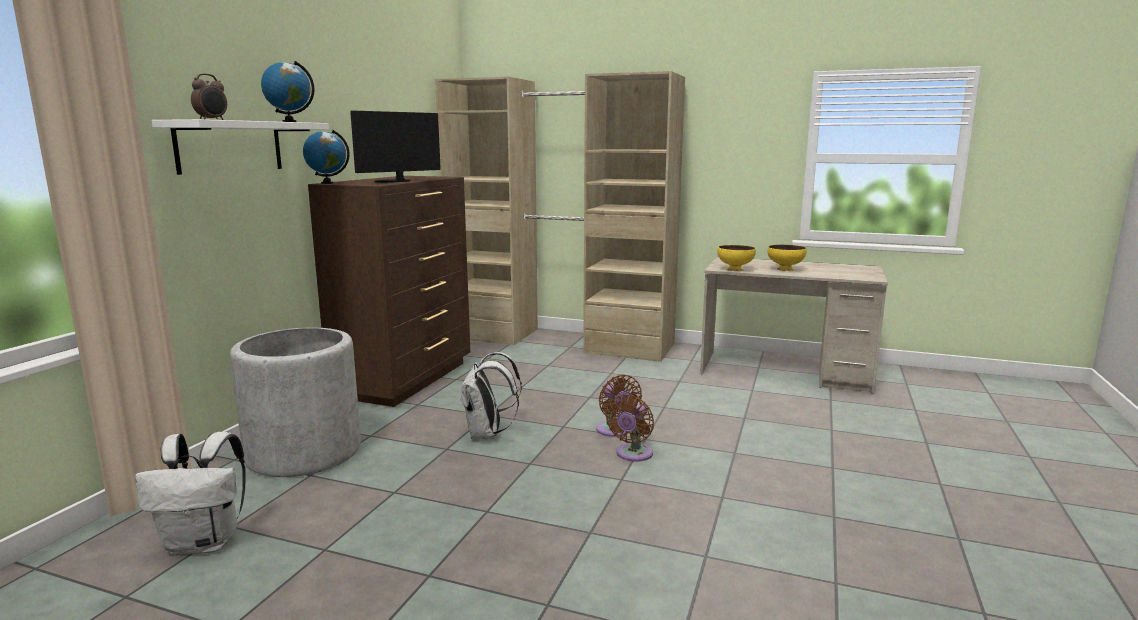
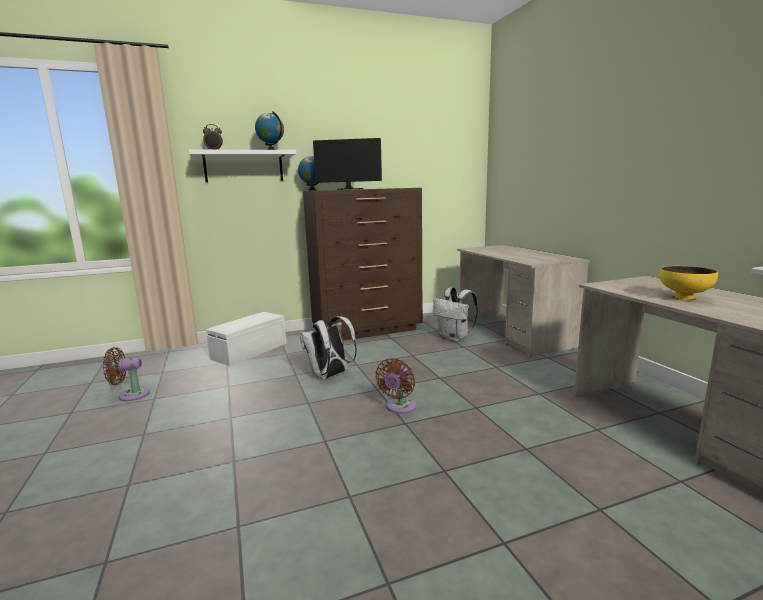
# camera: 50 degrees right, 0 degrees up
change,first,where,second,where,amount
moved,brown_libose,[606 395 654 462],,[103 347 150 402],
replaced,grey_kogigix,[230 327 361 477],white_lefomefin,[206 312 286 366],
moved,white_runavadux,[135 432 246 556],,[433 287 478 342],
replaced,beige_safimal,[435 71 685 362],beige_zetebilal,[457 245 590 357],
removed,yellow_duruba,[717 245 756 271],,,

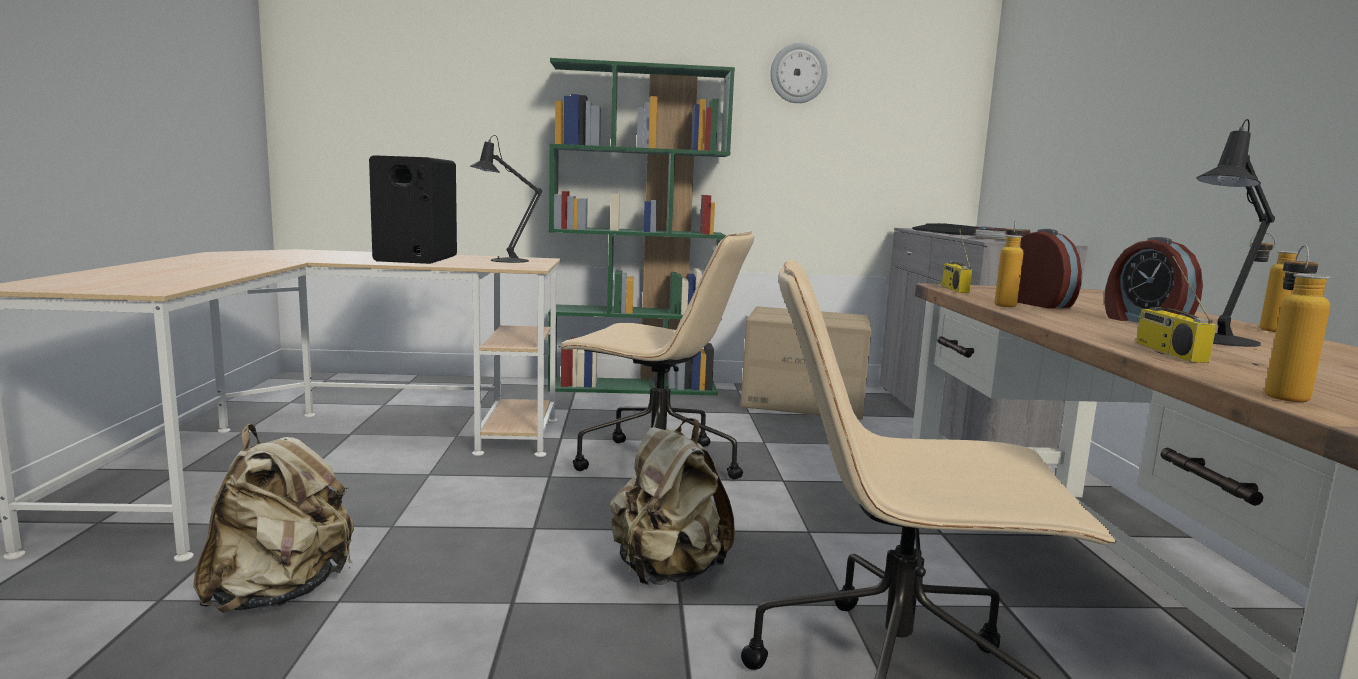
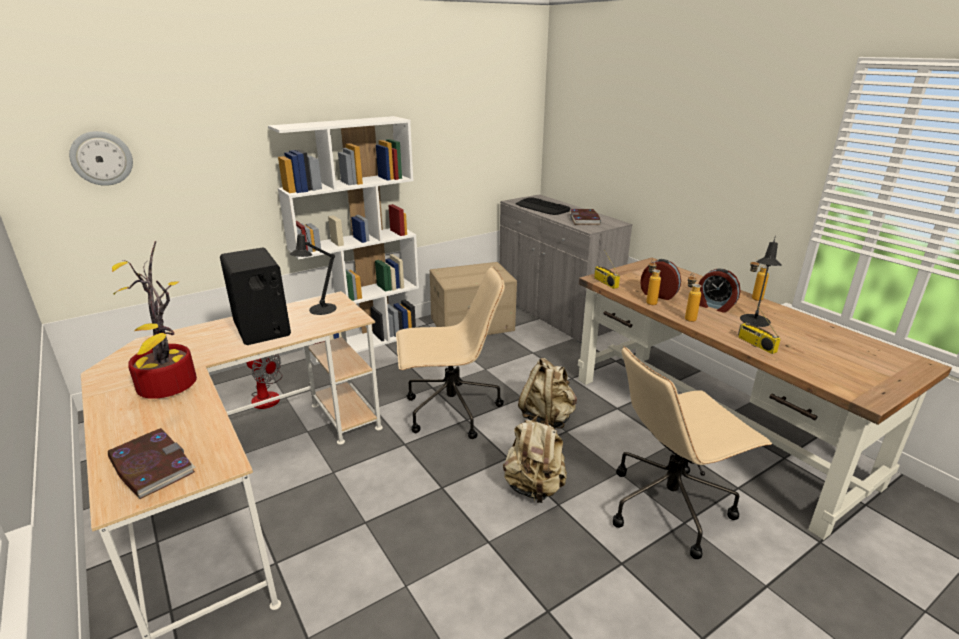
# camera: 30 degrees left, 15 degrees up
change,first,where,second,where,amount
moved,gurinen,[770 43 827 103],,[69 131 133 186],
added,,,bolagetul,[108 428 196 499],
added,,,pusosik,[112 241 197 399],
added,,,libose,[246 354 282 409],
recoloured,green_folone,[548 58 735 396],white_folone,[268 116 419 365],
moved,beige_runavadux,[193 424 354 613],,[518 358 577 429],
moved,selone,[1265 245 1330 402],,[685 273 701 322],

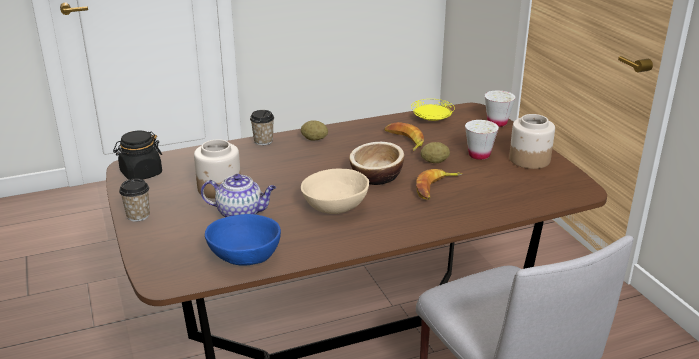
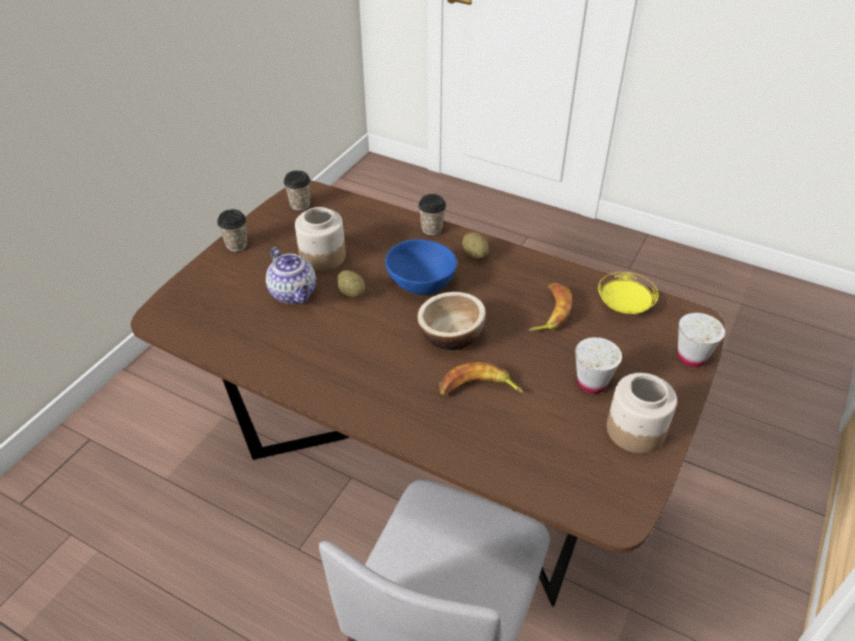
# camera: 50 degrees right, 15 degrees up
change,first,where,second,where,amount
replaced,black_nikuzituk,[113 131 162 180],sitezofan,[284 170 310 210],
moved,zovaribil,[420 142 450 163],,[337 270 365 298],
moved,blue_duruba,[205 214 281 266],,[385 239 457 295],
removed,beige_duruba,[301 168 369 214],,,

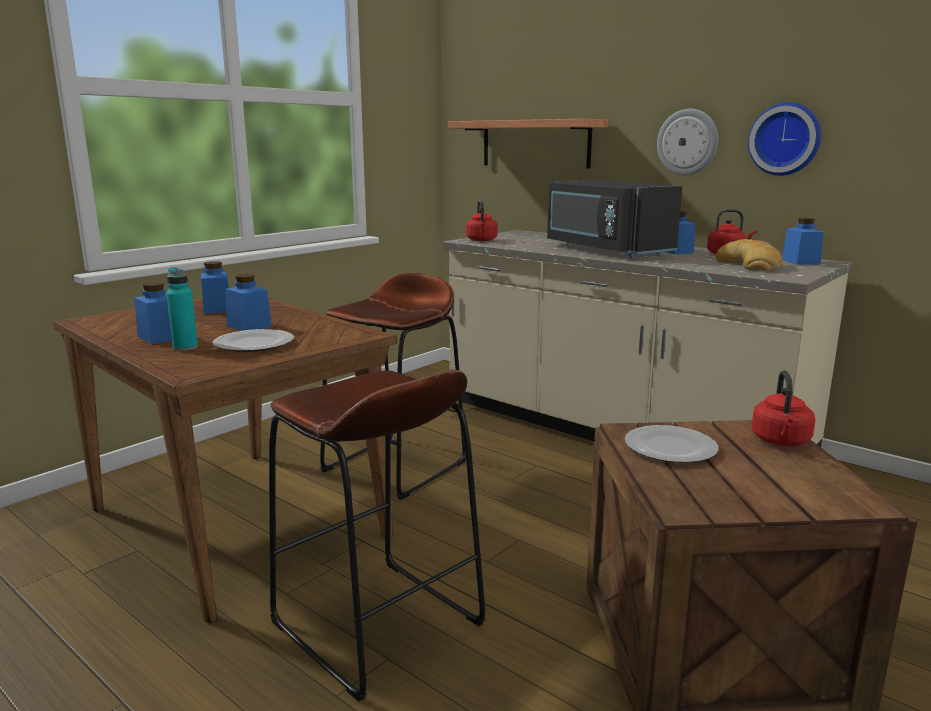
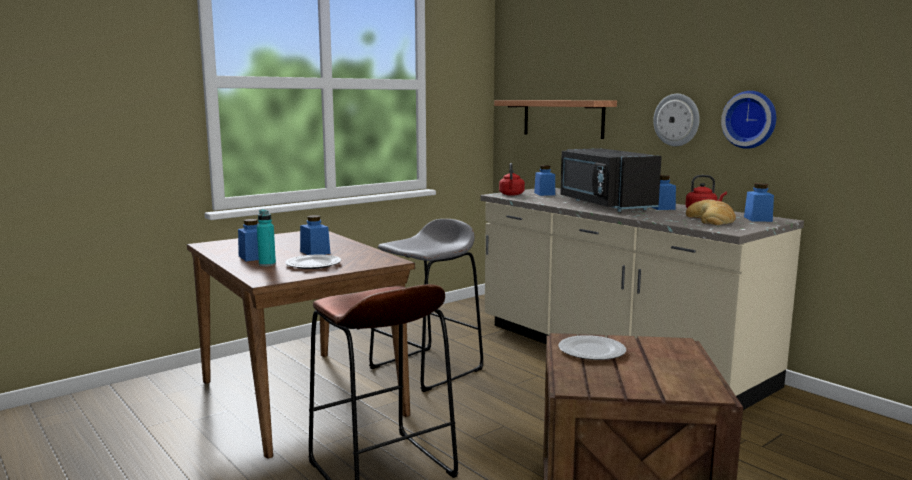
# camera: 10 degrees right, 5 degrees down
change,first,where,second,where,amount
recoloured,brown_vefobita,[320 273 466 500],grey_vefobita,[369 219 483 392],
moved,blue_nikuzituk,[201 261 229 314],,[534 165 555 196],
removed,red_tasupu,[752 370 815 446],,,

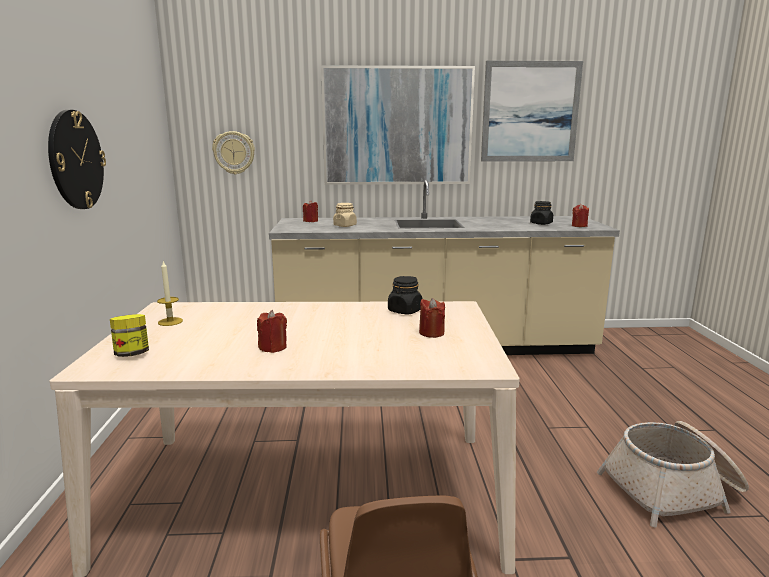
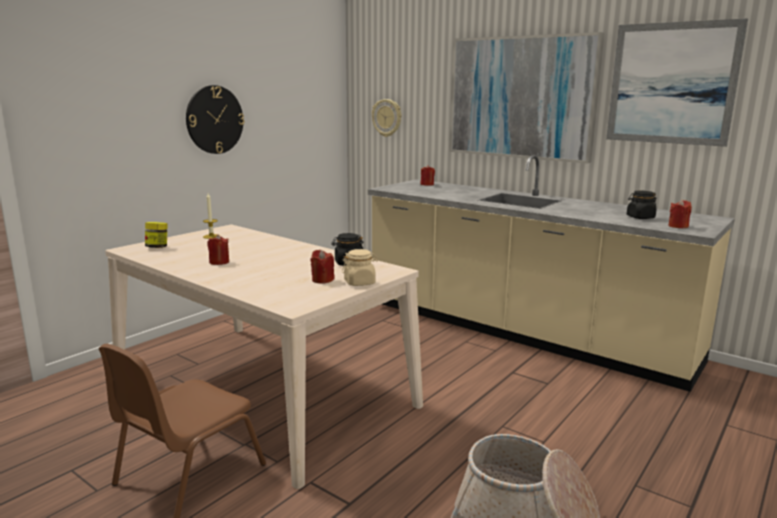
# camera: 40 degrees right, 0 degrees up
change,first,where,second,where,amount
moved,beige_nikuzituk,[333 203 357 227],,[342 249 378 286],

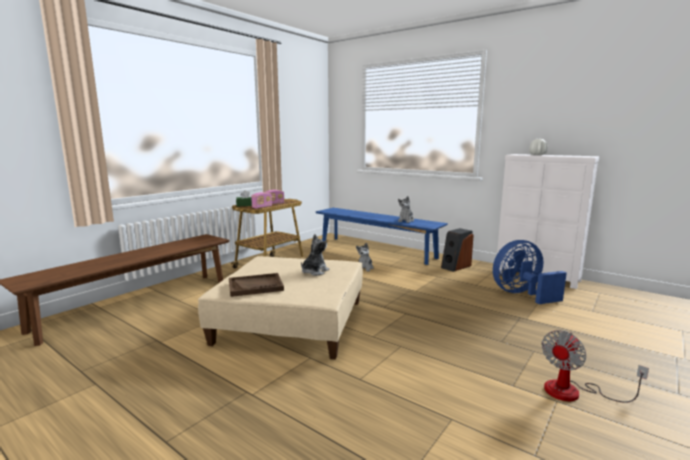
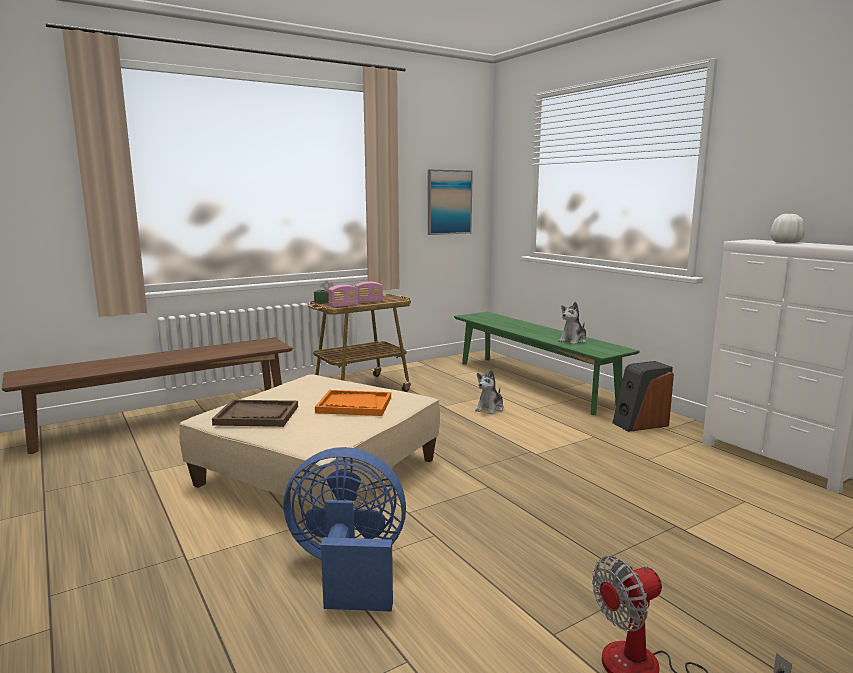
# camera: 20 degrees right, 0 degrees up
change,first,where,second,where,amount
moved,blue_libose,[493 240 567 304],,[283 447 406 612],
replaced,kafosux,[301 234 329 276],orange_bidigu,[315 390 391 416],
added,,,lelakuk,[428 169 473 235],
recoloured,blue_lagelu,[315 208 448 265],green_lagelu,[454 312 640 415],

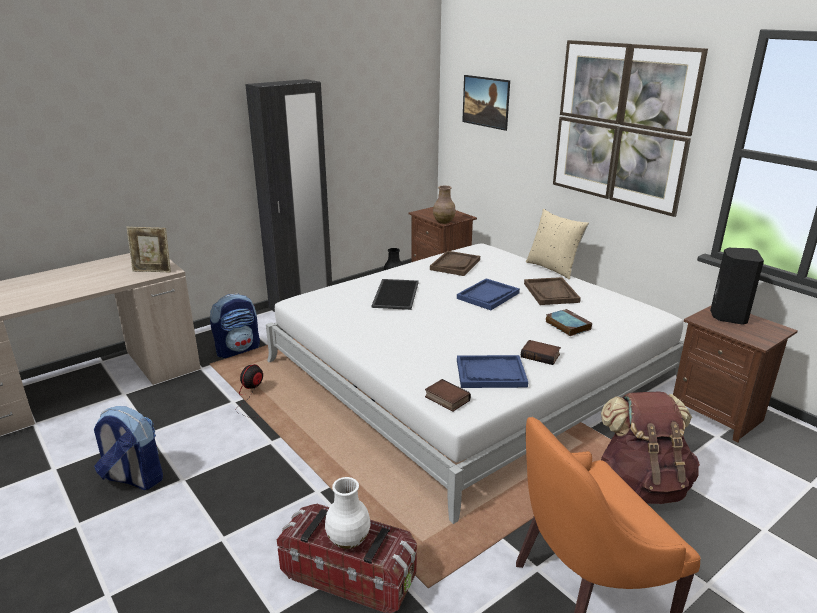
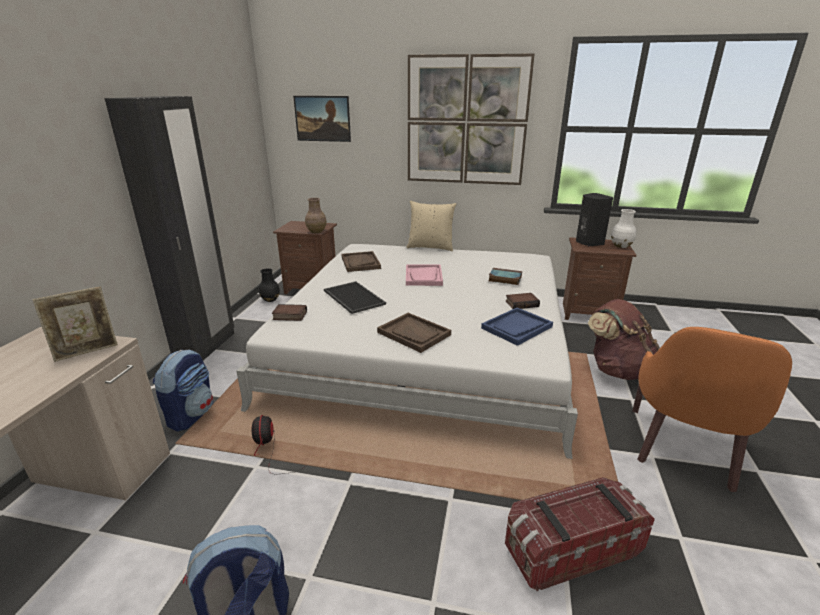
# camera: 40 degrees left, 0 degrees up
change,first,where,second,where,amount
moved,bolagetul,[425 379 471 412],,[272 304 307 321],
moved,brown_bidigu,[524 277 581 305],,[377 313 451 353],
recoloured,blue_bidigu,[457 278 520 310],pink_bidigu,[406 264 443 286],
moved,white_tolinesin,[325 477 370 549],,[611 209 636 248],

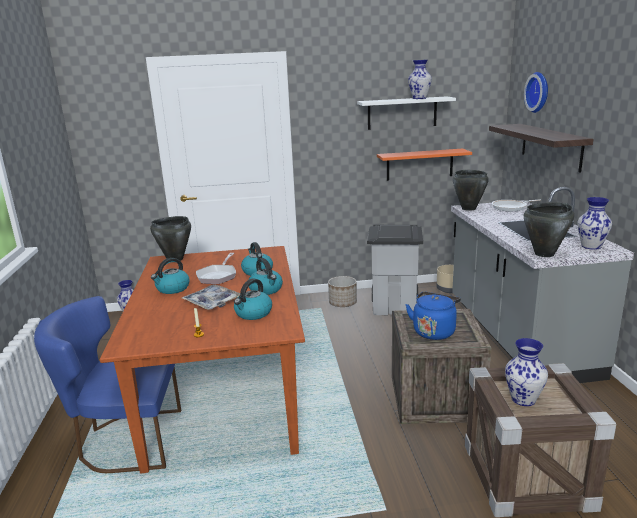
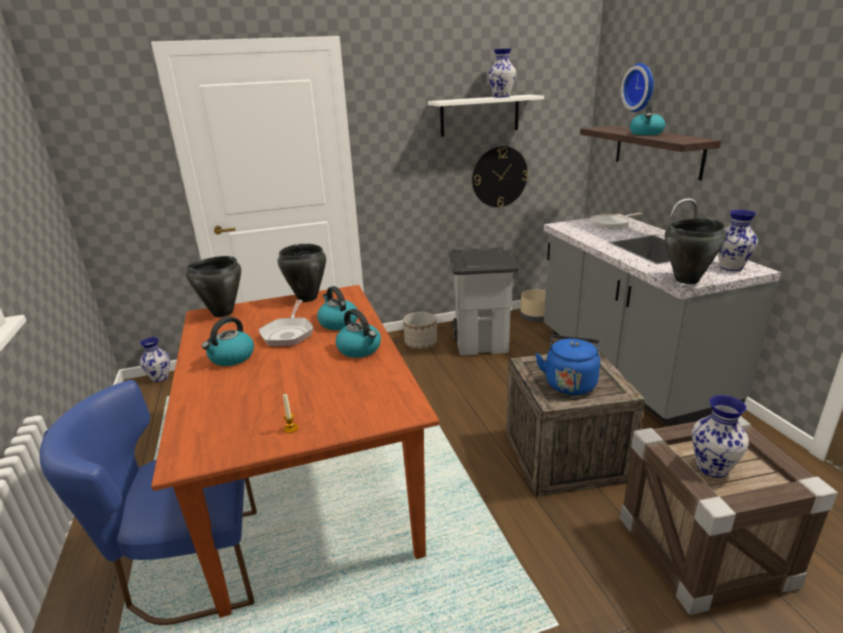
# camera: 10 degrees left, 5 degrees up
change,first,where,second,where,amount
moved,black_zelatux,[453 170 489 211],,[277 244 326 302],
replaced,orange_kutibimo,[377 149 472 181],gurinen,[472 146 528 207],
moved,tasupu,[234 278 272 320],,[630 100 665 135],
removed,bidigu,[182 285 240 310],,,

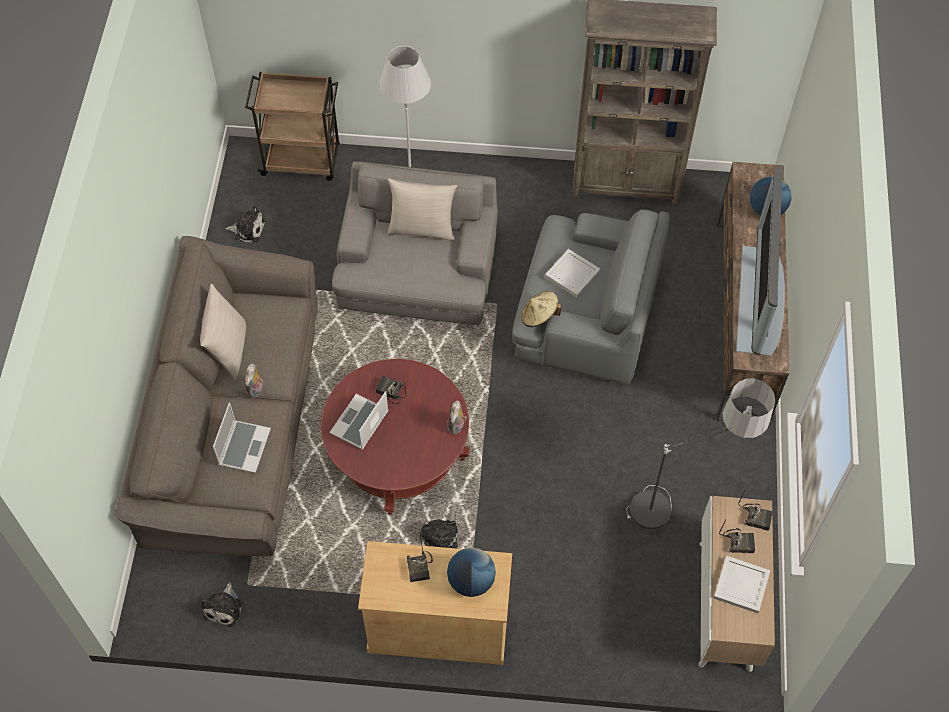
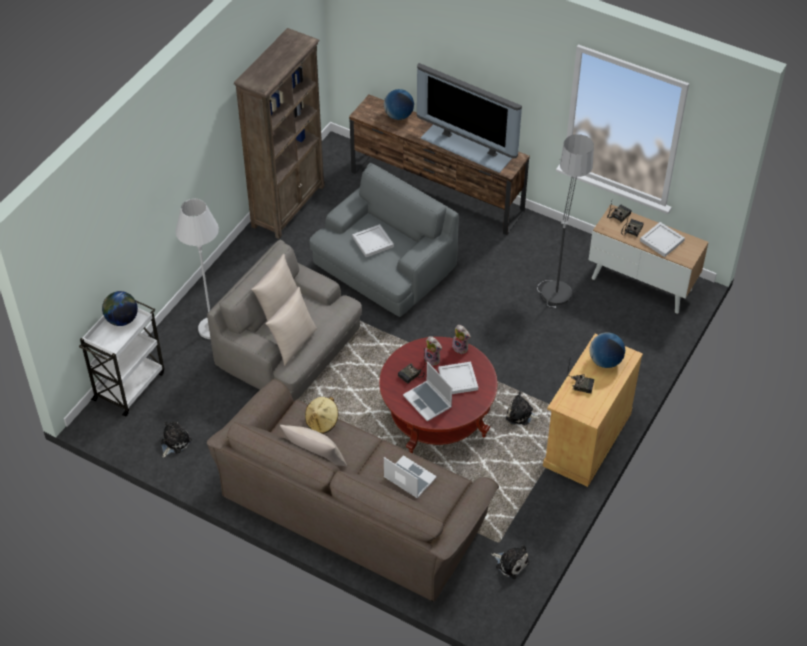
# camera: 65 degrees left, 10 degrees down
change,first,where,second,where,amount
recoloured,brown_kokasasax,[245 72 340 181],white_kokasasax,[79 301 164 416],
added,,,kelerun,[102 291 138 326],
added,,,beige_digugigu,[265 287 317 366],
moved,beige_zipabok,[522 291 561 327],,[305 397 338 434],
moved,kafosux,[244 364 263 398],,[424 336 442 366],
added,,,white_bidigu,[438 362 478 394],

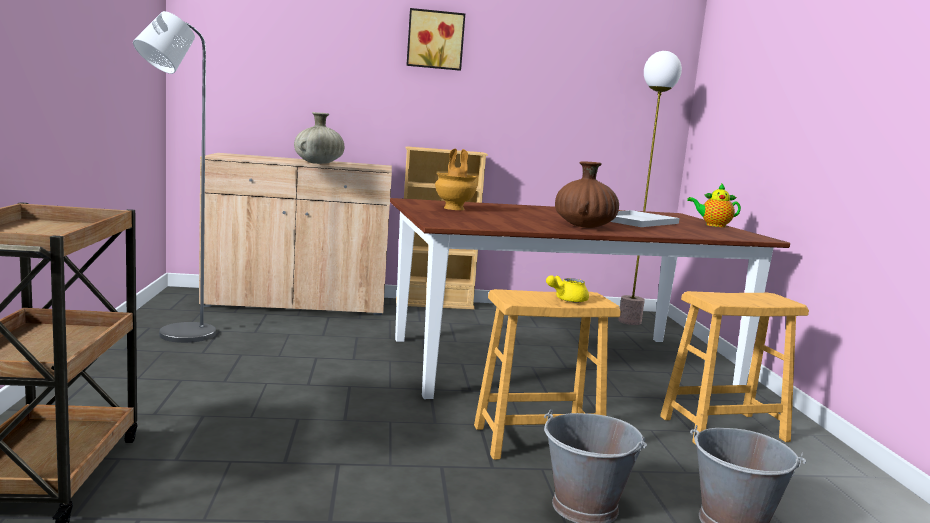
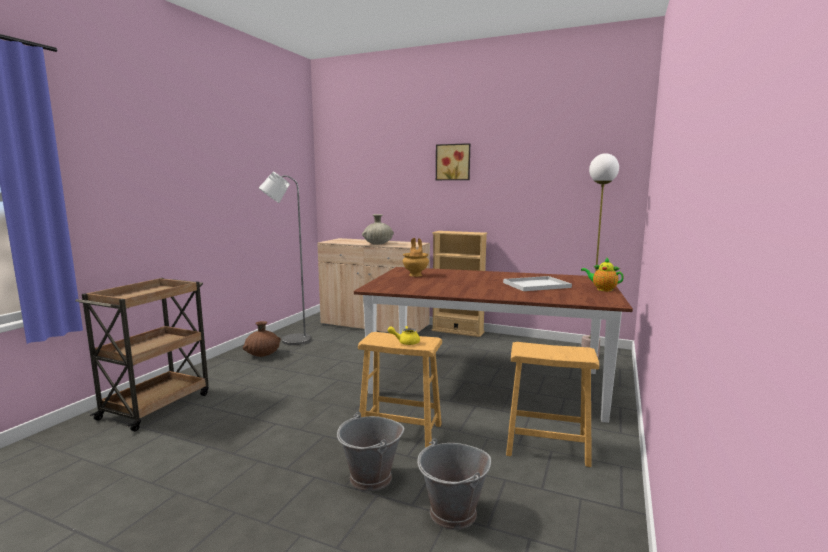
# camera: 30 degrees right, 0 degrees up
change,first,where,second,where,amount
moved,brown_tolinesin,[555 161 619 228],,[243 321 281 357],

